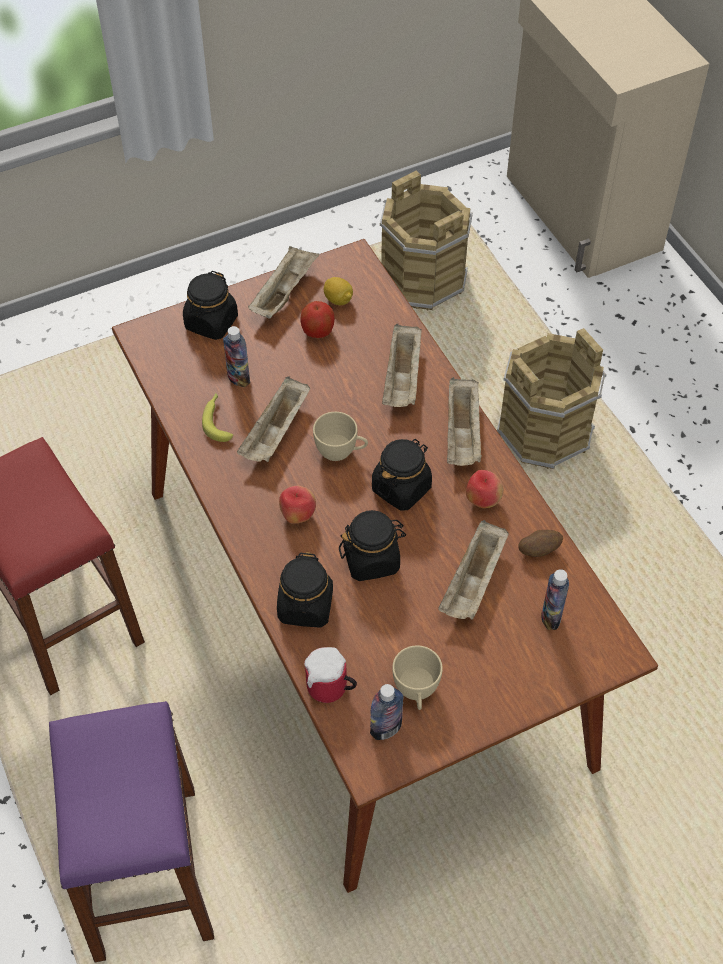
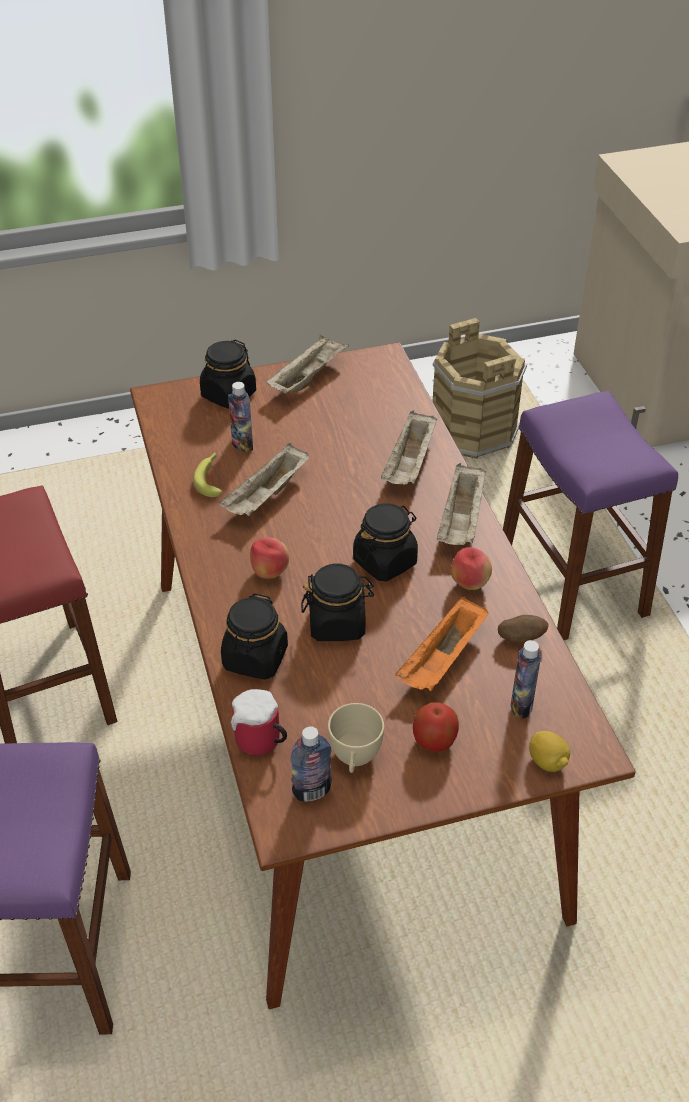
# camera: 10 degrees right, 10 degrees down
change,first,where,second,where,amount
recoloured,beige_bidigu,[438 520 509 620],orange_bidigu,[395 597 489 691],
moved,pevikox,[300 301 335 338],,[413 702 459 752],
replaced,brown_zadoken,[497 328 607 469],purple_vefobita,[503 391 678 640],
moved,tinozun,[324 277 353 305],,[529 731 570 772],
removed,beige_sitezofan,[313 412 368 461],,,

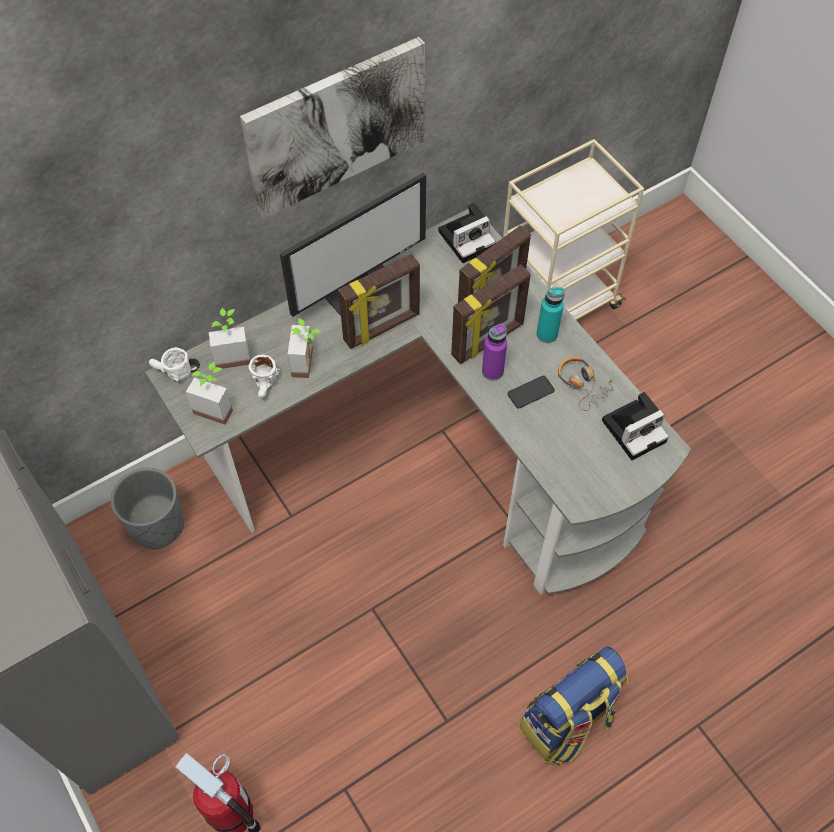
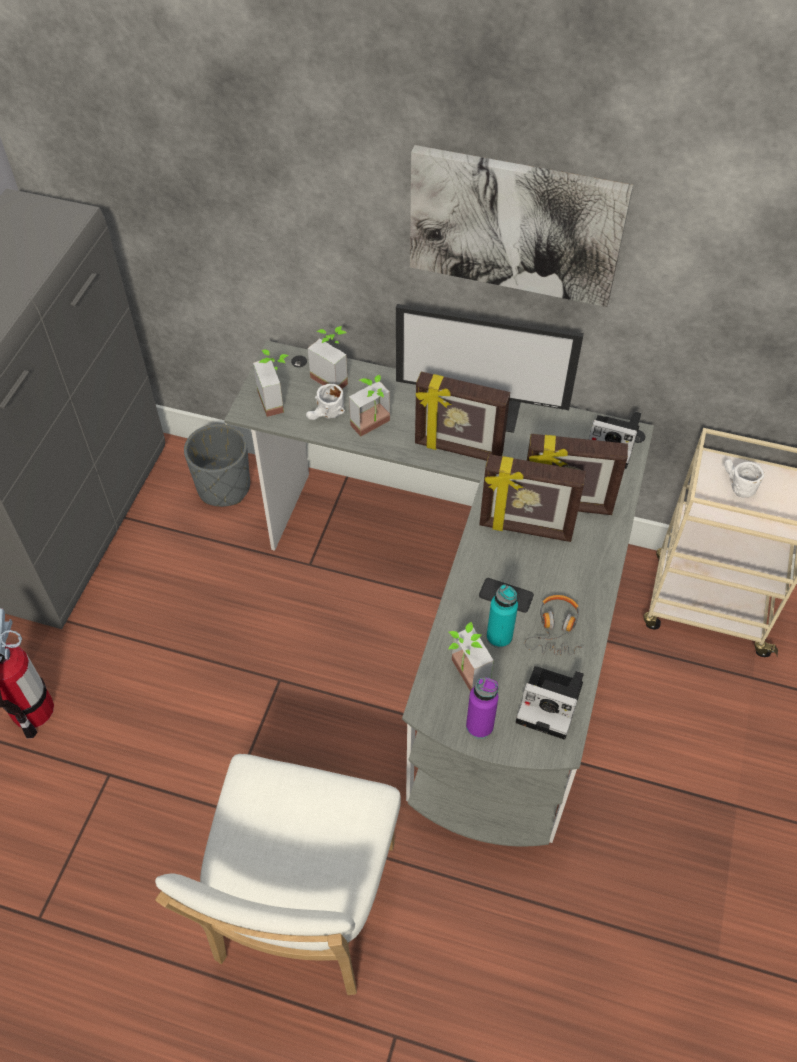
# camera: 50 degrees right, 5 degrees down
change,first,where,second,where,amount
replaced,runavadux,[519 647 628 765],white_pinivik,[155 754 401 995],
added,,,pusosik,[448 622 494 691],
moved,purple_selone,[482 324 507 381],,[466 677 498 739],
moved,turquoise_selone,[537 287 564 343],,[486 584 518 648],
moved,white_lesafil,[149 347 191 382],,[724 459 764 498],

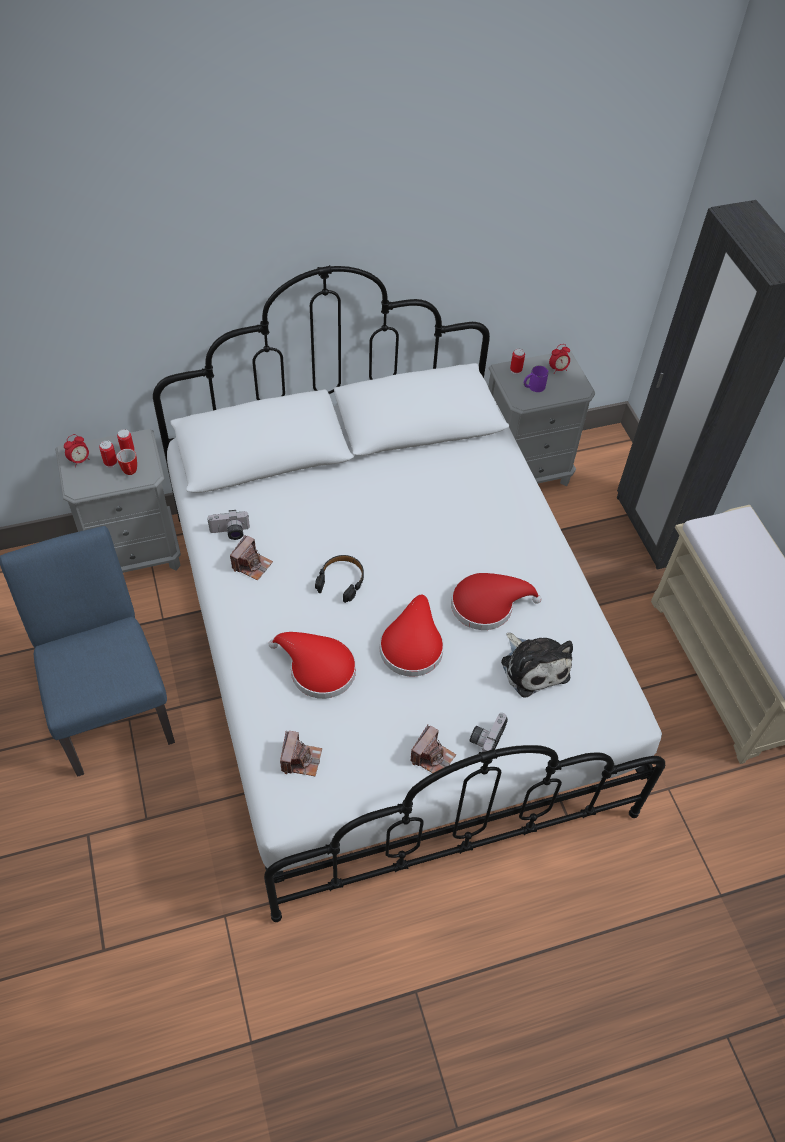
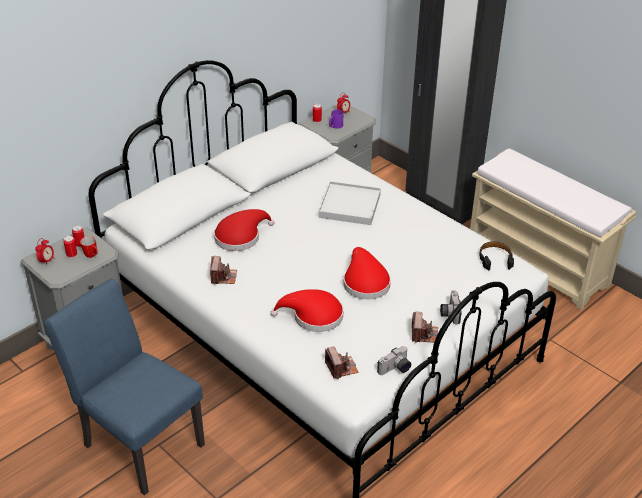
# camera: 25 degrees left, 15 degrees down
change,first,where,second,where,amount
moved,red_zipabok,[451 573 542 630],,[214 209 274 251],
added,,,white_bidigu,[318 181 381 225],
moved,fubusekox,[207 510 250 540],,[377 346 411 375],
moved,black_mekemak,[315 555 364 603],,[479 241 514 271],
removed,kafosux,[501 633 573 698],,,

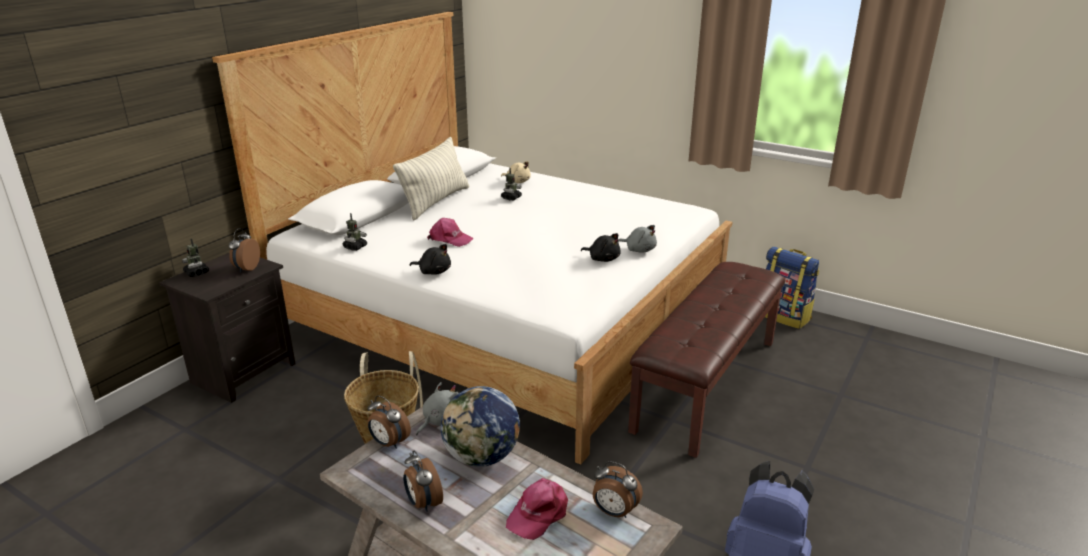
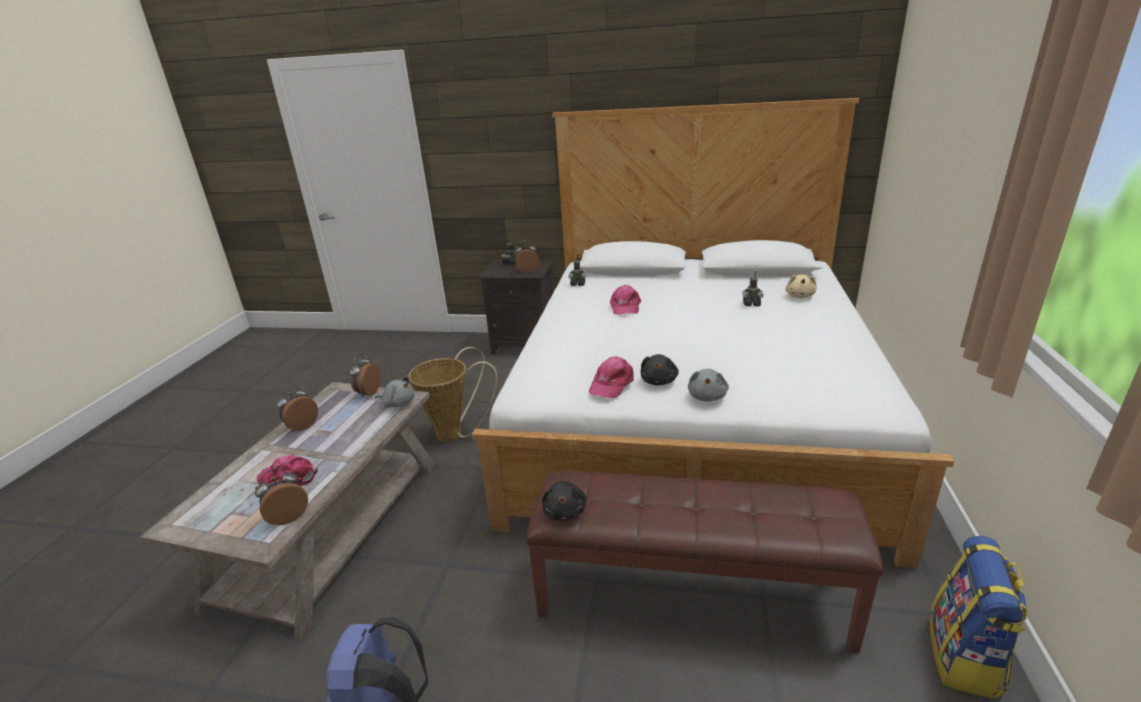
# camera: 70 degrees right, 0 degrees up
change,first,where,second,where,amount
turned,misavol,[593 461 643 518],,[255 468 308 525],45 degrees clockwise
moved,black_kafosux,[410 244 451 275],,[542 481 587 521],
added,,,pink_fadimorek,[589 356 634 398],
removed,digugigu,[393 137 469 221],,,
removed,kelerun,[441 386 520 467],,,

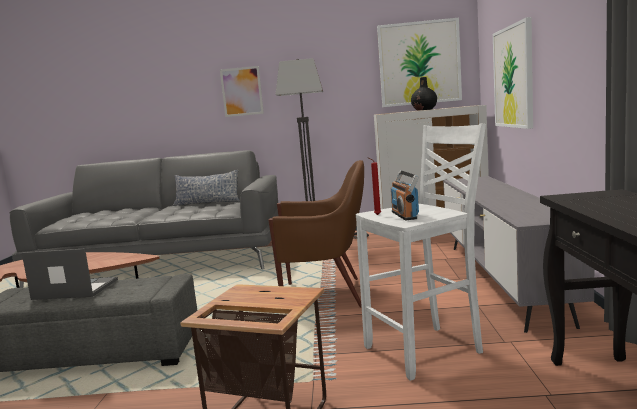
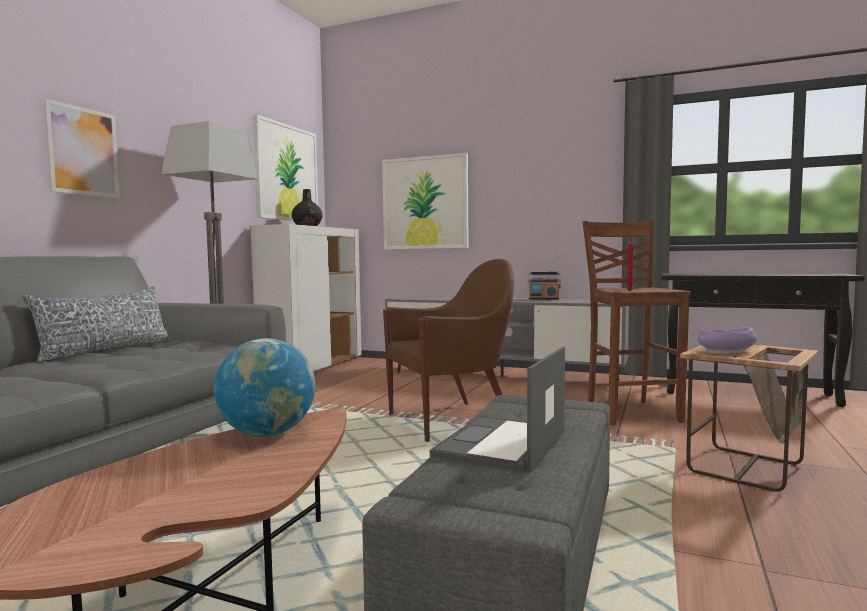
# camera: 70 degrees left, 5 degrees down
change,first,where,second,where,amount
added,,,kelerun,[214 338 315 437],
turned,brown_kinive,[268 160 364 308],,[383 259 514 442],45 degrees clockwise
moved,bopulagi,[391 170 419 220],,[527 272 561 300],
recoloured,white_vefobita,[356 123 486 381],brown_vefobita,[582 220 691 425],
added,,,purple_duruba,[697 327 757 354],

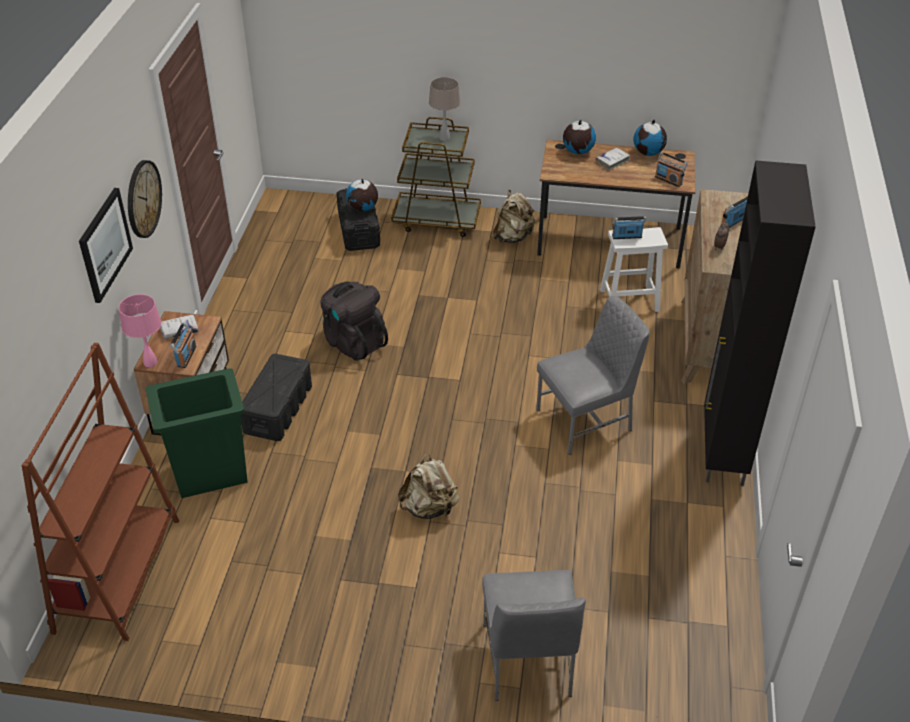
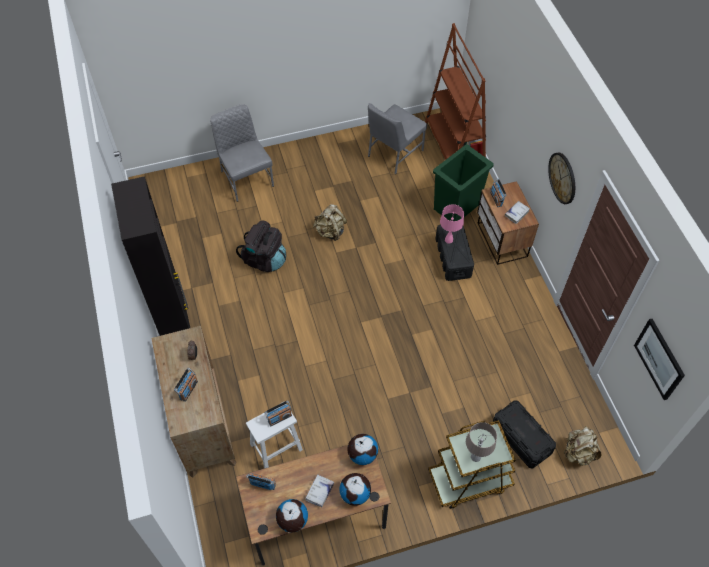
# camera: 155 degrees right, 15 degrees up
change,first,where,second,where,amount
moved,black_runavadux,[320 282 388 361],,[236 220 286 272],
moved,kelerun,[346 179 378 212],,[348 434 378 465],
moved,grey_pinivik,[536 296 650 455],,[368 103 427 174],
moved,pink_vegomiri,[119 294 161 367],,[440 204 464 244],
moved,beige_runavadux,[493 190 535 243],,[563 426 601 466],
moved,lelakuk,[79 188 133 303],,[634 319 685 400],

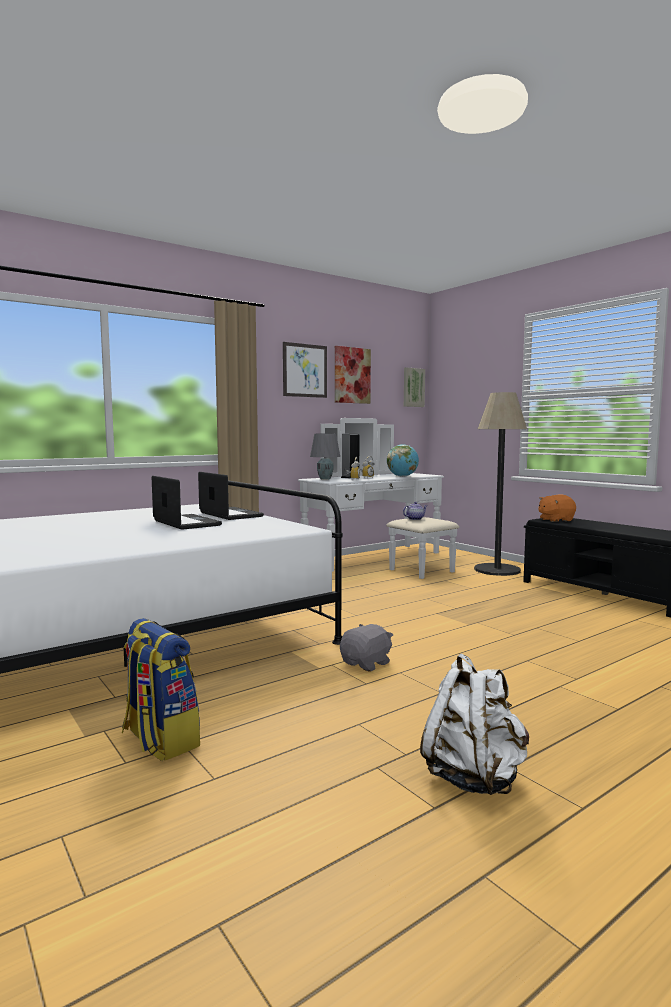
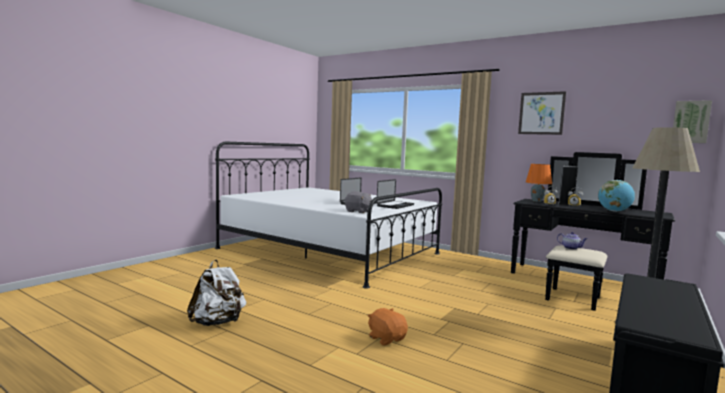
# camera: 70 degrees right, 0 degrees up
change,first,where,second,where,amount
moved,grey_kafosux,[340 624 393 672],,[345 191 372 213],
moved,orange_kafosux,[539 495 576 522],,[368 308 408 345],
recoloured,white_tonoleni,[298 418 459 579],black_tonoleni,[511 152 675 311],
recoloured,grey_vegomiri,[310 434 340 480],orange_vegomiri,[526 164 552 202],
removed,runavadux,[122 618 200 761],,,
removed,lelakuk,[335 346 371 404],,,

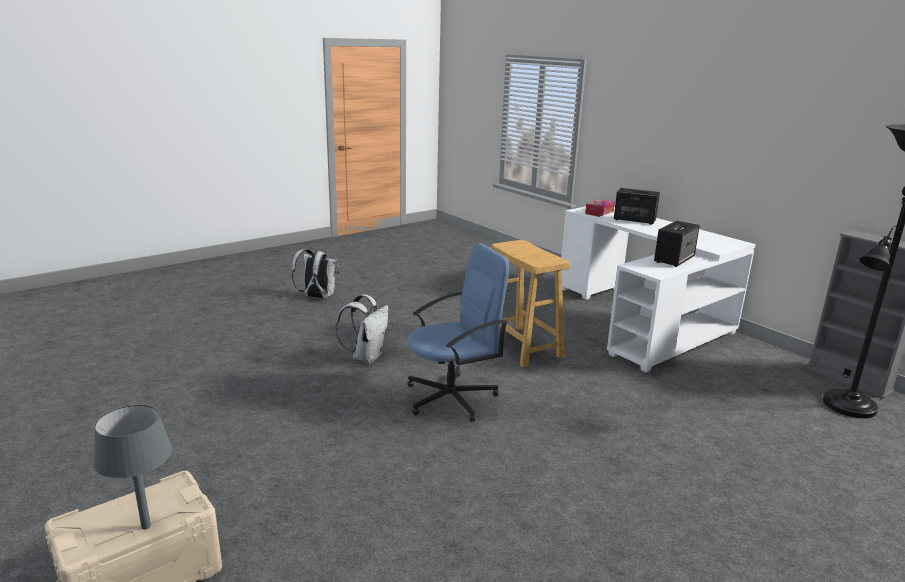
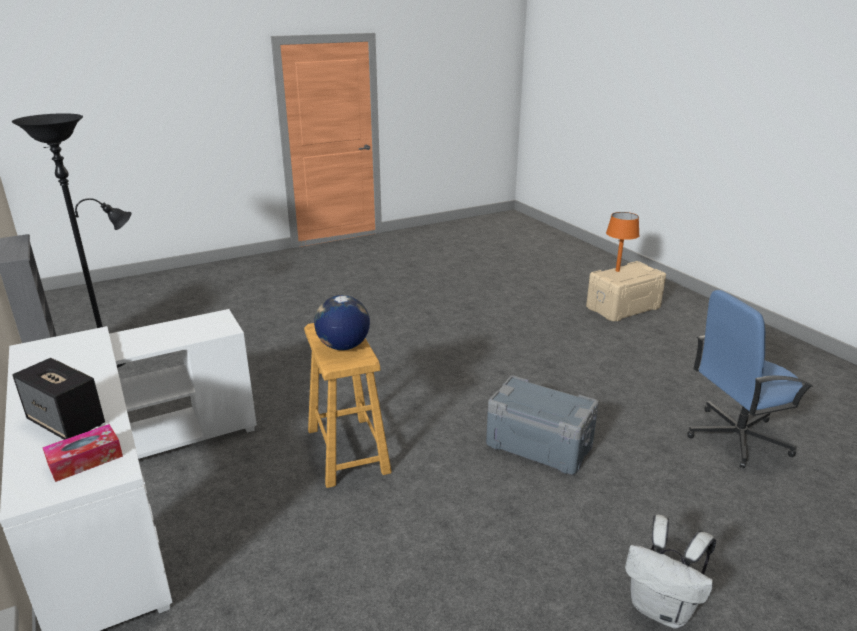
# camera: 170 degrees left, 5 degrees up
change,first,where,second,where,amount
added,,,kelerun,[314 295 370 350],
replaced,white_runavadux,[336 294 388 363],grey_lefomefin,[486 376 599 475],
recoloured,grey_vegomiri,[94 405 172 530],orange_vegomiri,[606 212 640 272],
moved,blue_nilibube,[408 243 509 422],,[687 290 813 469],
removed,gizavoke,[654 221 700 267],,,

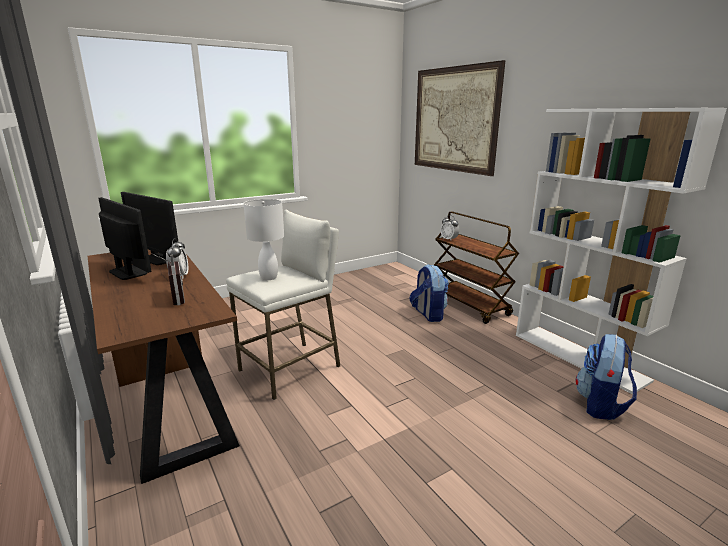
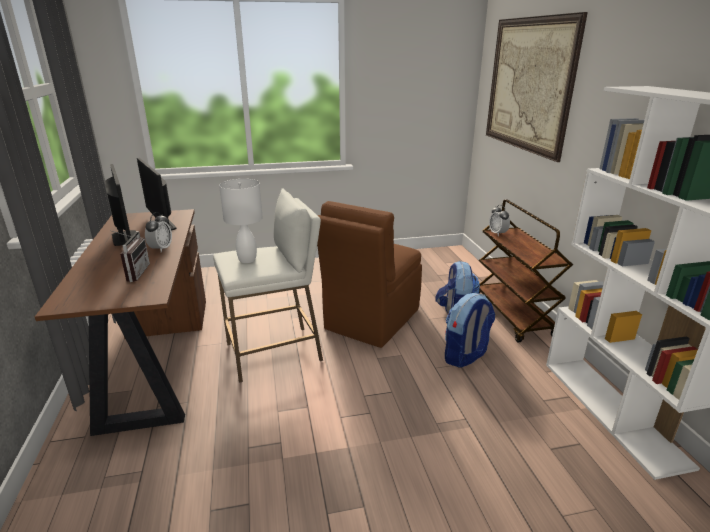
# camera: 20 degrees right, 5 degrees up
change,first,where,second,where,amount
added,,,brown_pinivik,[317 201 422 348],
moved,runavadux,[576 334 637 420],,[445 293 495 368],

